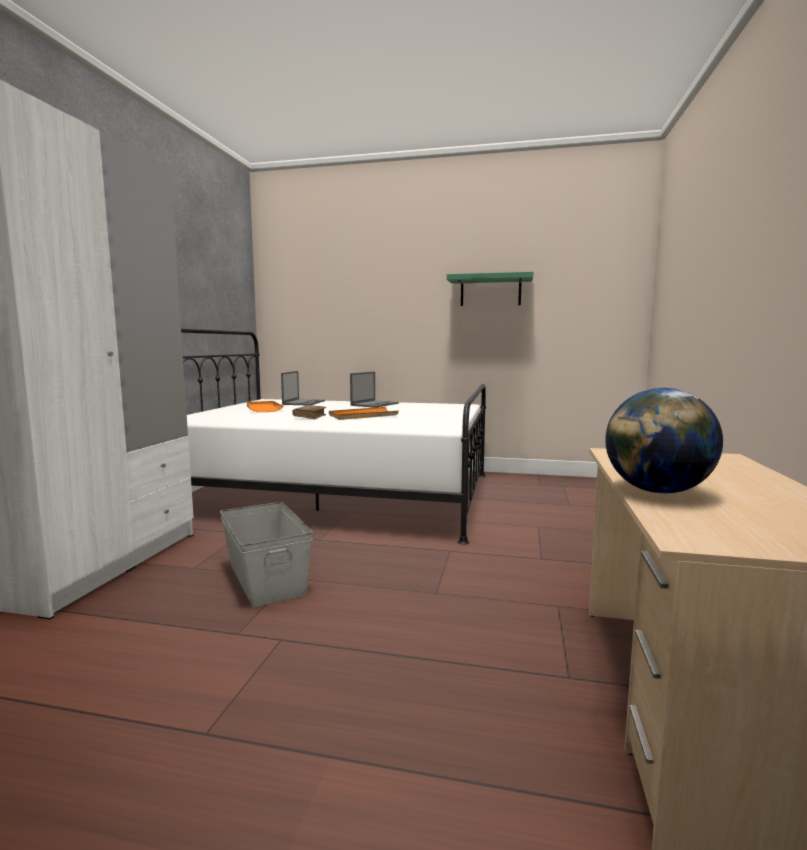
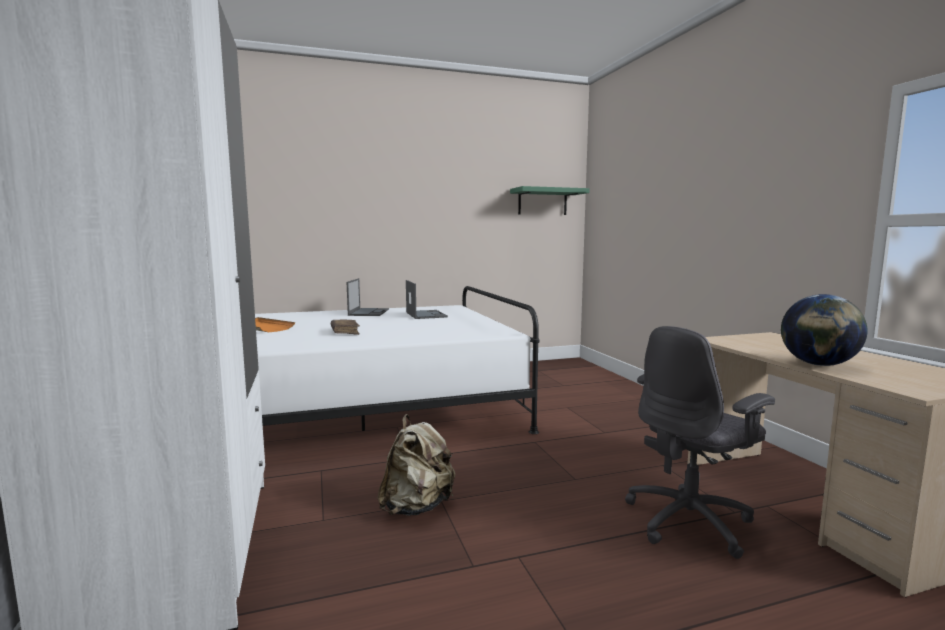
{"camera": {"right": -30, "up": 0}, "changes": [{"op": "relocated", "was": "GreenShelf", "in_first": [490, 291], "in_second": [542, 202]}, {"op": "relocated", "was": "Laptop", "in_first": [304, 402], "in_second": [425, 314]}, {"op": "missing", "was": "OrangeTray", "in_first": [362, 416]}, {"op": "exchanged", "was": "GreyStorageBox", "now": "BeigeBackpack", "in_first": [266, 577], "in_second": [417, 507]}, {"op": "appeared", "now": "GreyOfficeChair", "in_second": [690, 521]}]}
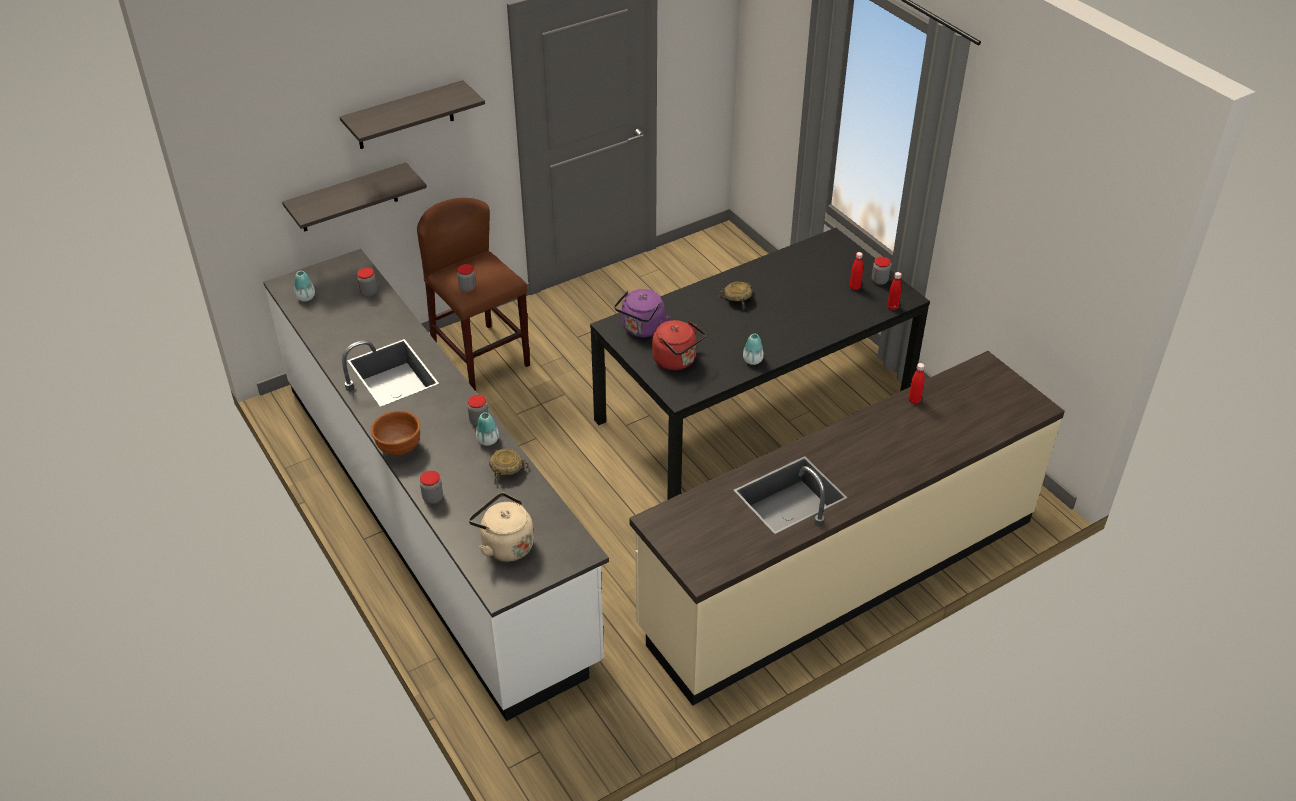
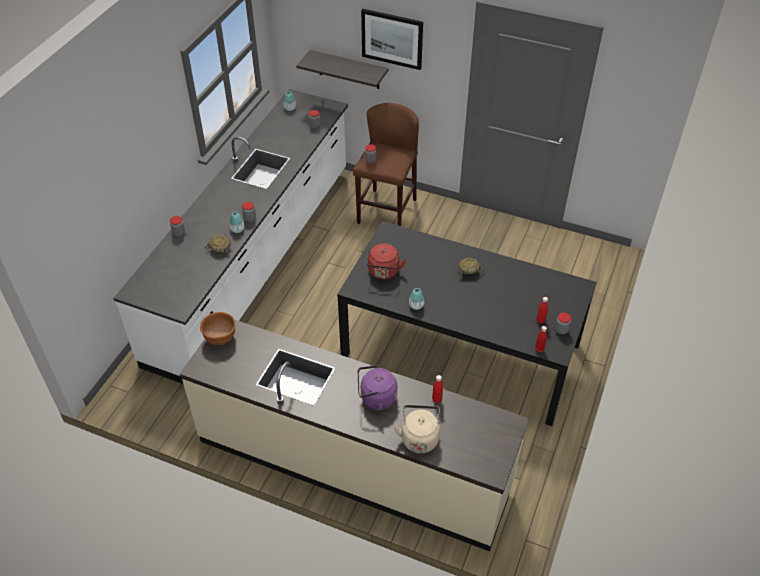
{"camera": {"right": 55, "up": 5}, "changes": [{"op": "exchanged", "was": "Shelf", "now": "Picture", "in_first": [405, 116], "in_second": [392, 38]}, {"op": "relocated", "was": "PurpleKettle", "in_first": [642, 329], "in_second": [376, 398]}, {"op": "relocated", "was": "BrownBowl", "in_first": [398, 447], "in_second": [220, 338]}, {"op": "relocated", "was": "BeigeKettle", "in_first": [505, 545], "in_second": [419, 437]}]}
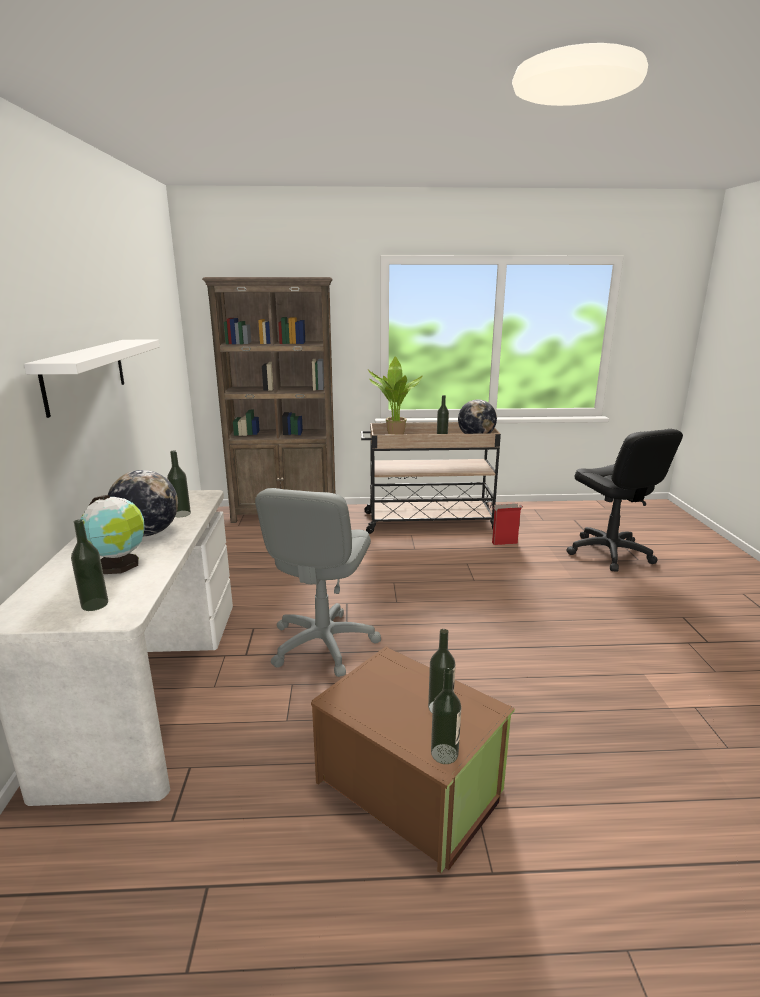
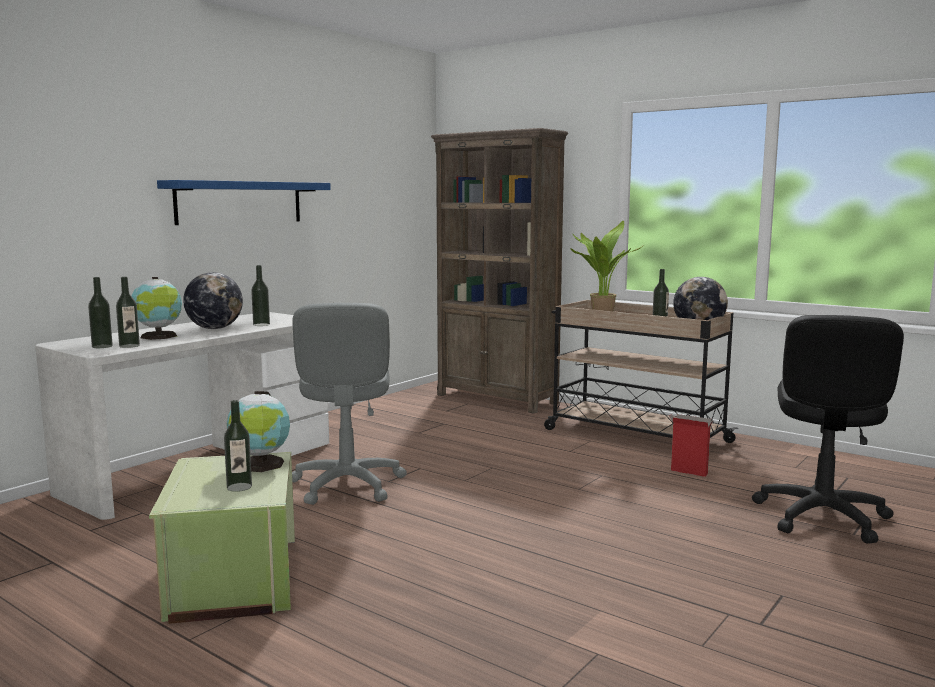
{"camera": {"right": 40, "up": -10}, "changes": [{"op": "colour", "was": "WhiteShelf", "now": "BlueShelf", "in_first": [86, 374], "in_second": [240, 202]}, {"op": "spun", "was": "GreyOfficeChair", "in_first": [322, 644], "in_second": [347, 485], "clockwise": -60}, {"op": "colour", "was": "BrownStorageBox", "now": "GreenStorageBox", "in_first": [408, 789], "in_second": [231, 578]}, {"op": "relocated", "was": "Bottle", "in_first": [444, 754], "in_second": [129, 346]}, {"op": "appeared", "now": "Globe", "in_second": [261, 465]}]}
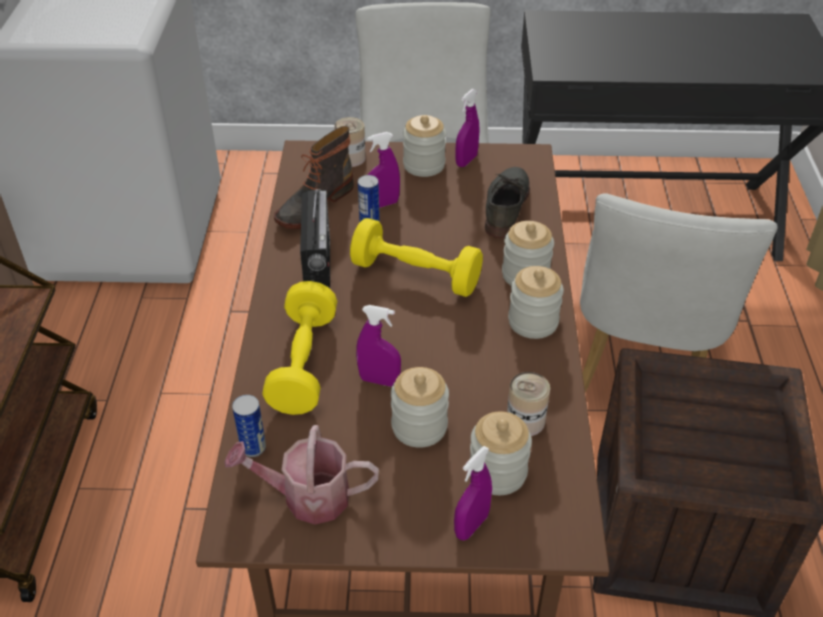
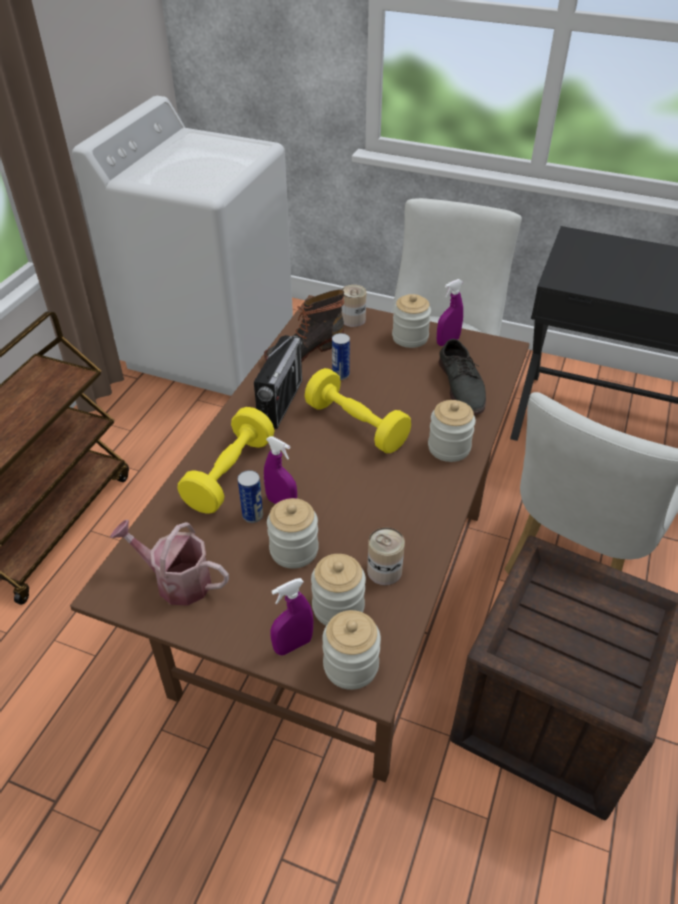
{"camera": {"right": 20, "up": 0}, "changes": [{"op": "missing", "was": "PurpleSprayBottle", "in_first": [382, 204]}, {"op": "spun", "was": "GreyShoe", "in_first": [505, 206], "in_second": [462, 386], "clockwise": 135}, {"op": "relocated", "was": "Jar", "in_first": [533, 322], "in_second": [351, 665]}, {"op": "relocated", "was": "Can", "in_first": [253, 447], "in_second": [252, 515]}]}
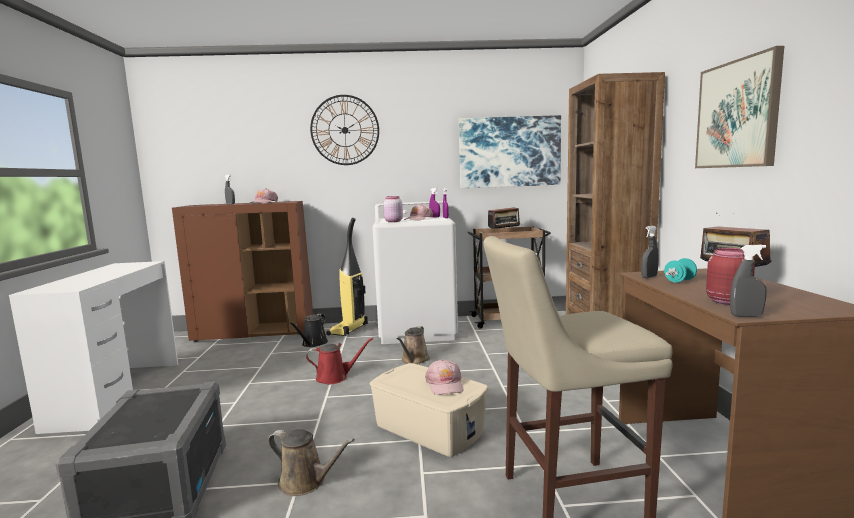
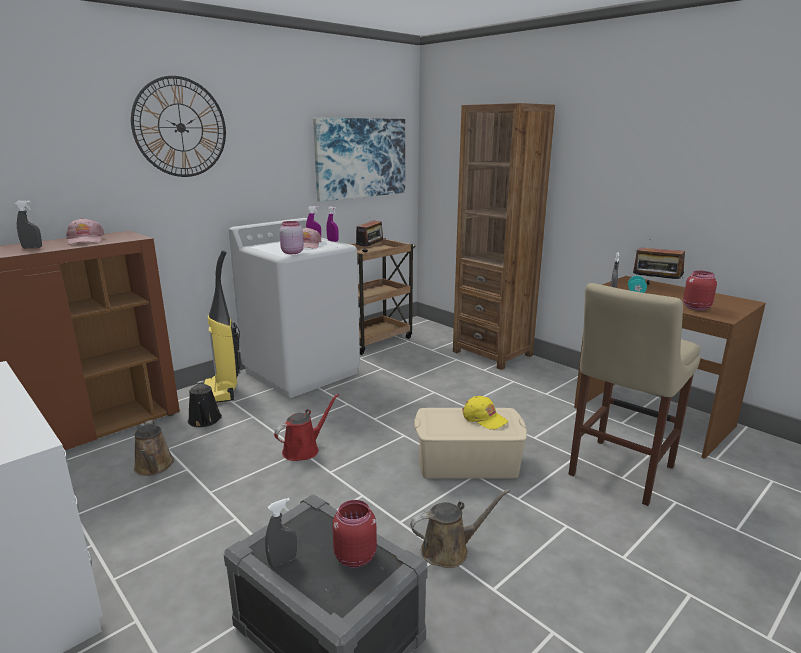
{"camera": {"right": -40, "up": 10}, "changes": [{"op": "missing", "was": "Picture", "in_first": [737, 114]}, {"op": "relocated", "was": "GreySprayBottle", "in_first": [746, 315], "in_second": [282, 561]}, {"op": "relocated", "was": "BrownWateringCan", "in_first": [414, 360], "in_second": [154, 467]}, {"op": "colour", "was": "PinkCap", "now": "YellowCap", "in_first": [445, 384], "in_second": [484, 418]}, {"op": "appeared", "now": "RedJar", "in_second": [354, 556]}]}
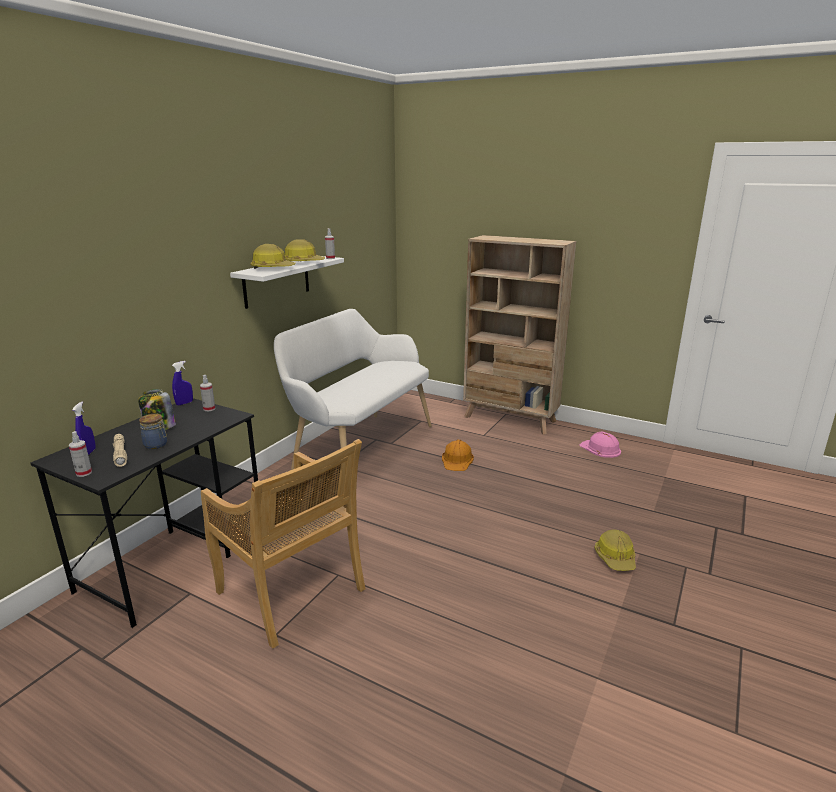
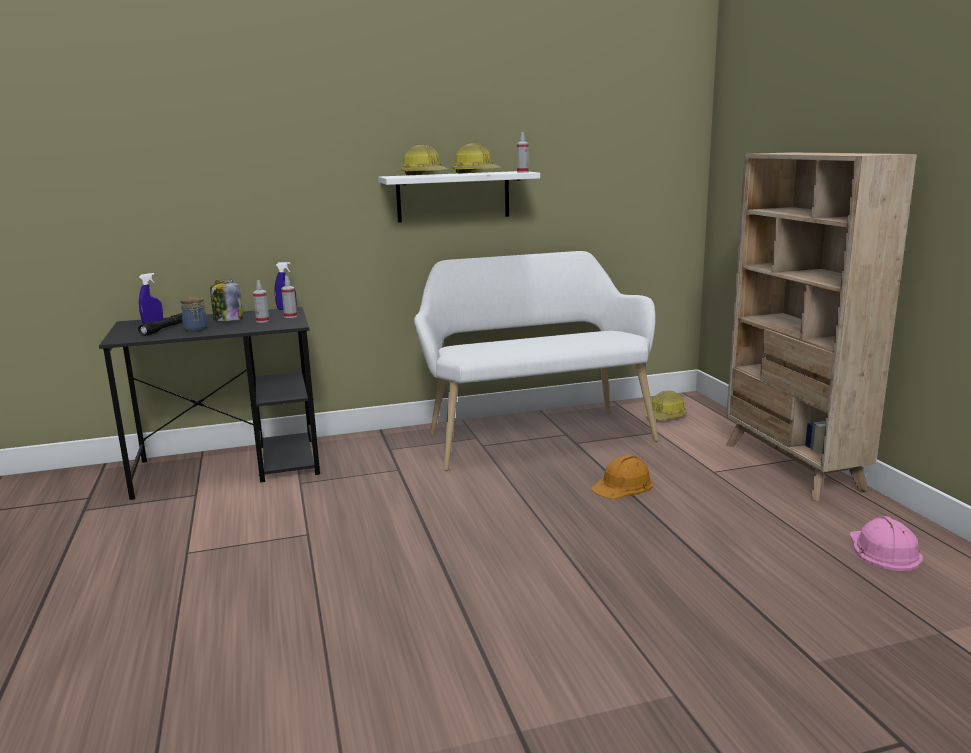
{"camera": {"right": 45, "up": -5}, "changes": [{"op": "relocated", "was": "SprayBottle", "in_first": [84, 473], "in_second": [262, 321]}, {"op": "colour", "was": "BeigeFlashlight", "now": "BlackFlashlight", "in_first": [120, 454], "in_second": [164, 329]}, {"op": "missing", "was": "BeigeChair", "in_first": [292, 593]}, {"op": "relocated", "was": "HardHat", "in_first": [615, 558], "in_second": [665, 416]}]}
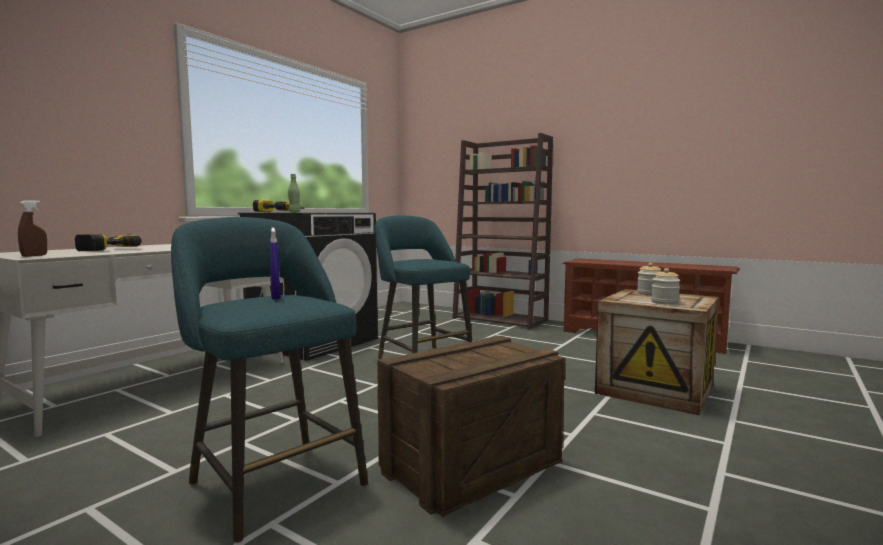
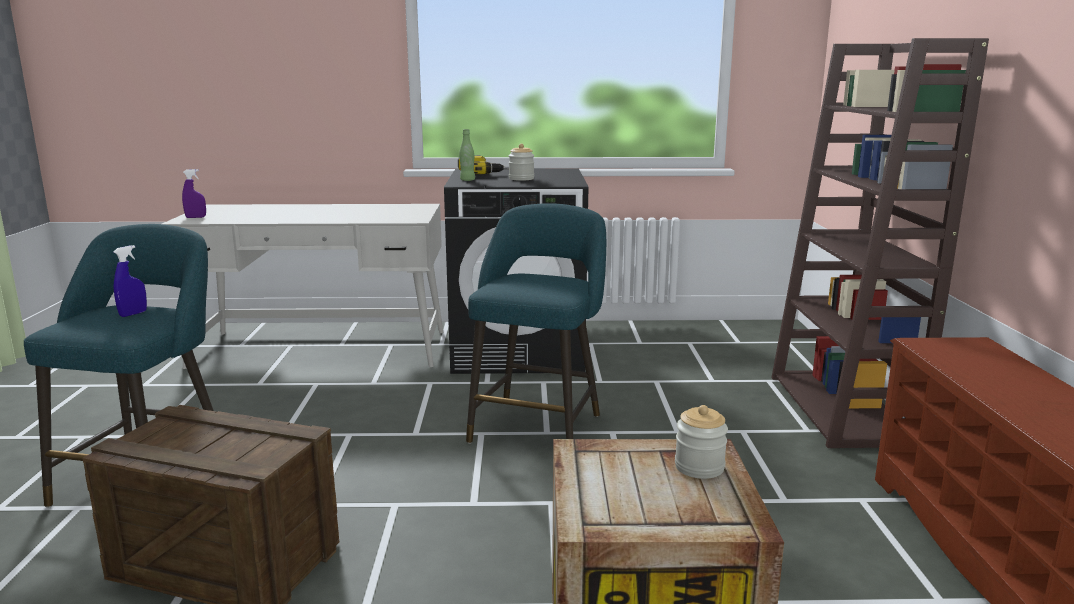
{"camera": {"right": 55, "up": 10}, "changes": [{"op": "colour", "was": "BrownSprayBottle", "now": "PurpleSprayBottle", "in_first": [34, 256], "in_second": [196, 217]}, {"op": "missing", "was": "PowerDrill", "in_first": [102, 249]}, {"op": "relocated", "was": "Jar", "in_first": [664, 302], "in_second": [521, 179]}]}
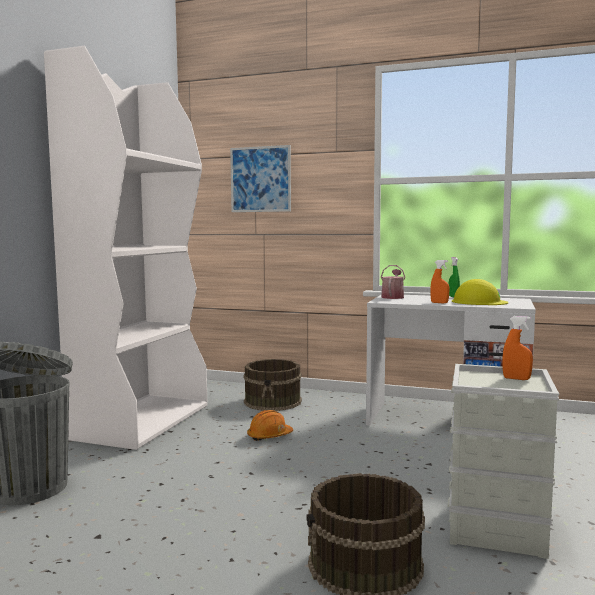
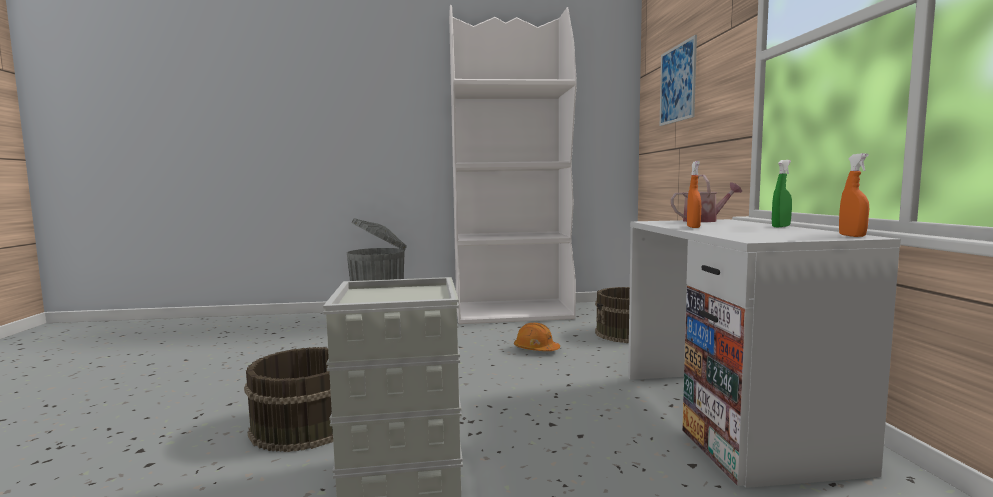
{"camera": {"right": 65, "up": 0}, "changes": [{"op": "missing", "was": "YellowHardHat", "in_first": [479, 302]}, {"op": "relocated", "was": "OrangeSprayBottle", "in_first": [516, 379], "in_second": [852, 236]}]}
